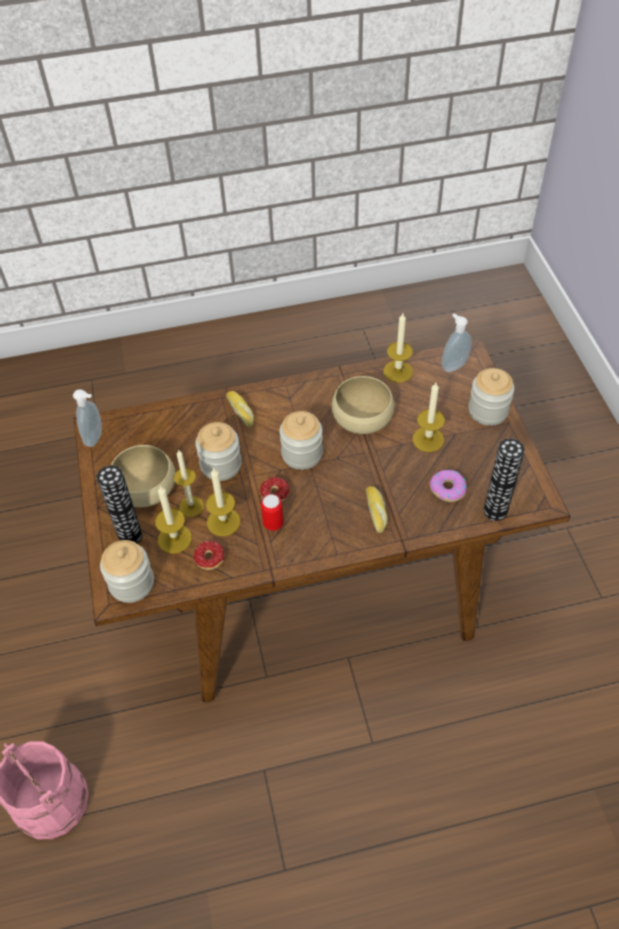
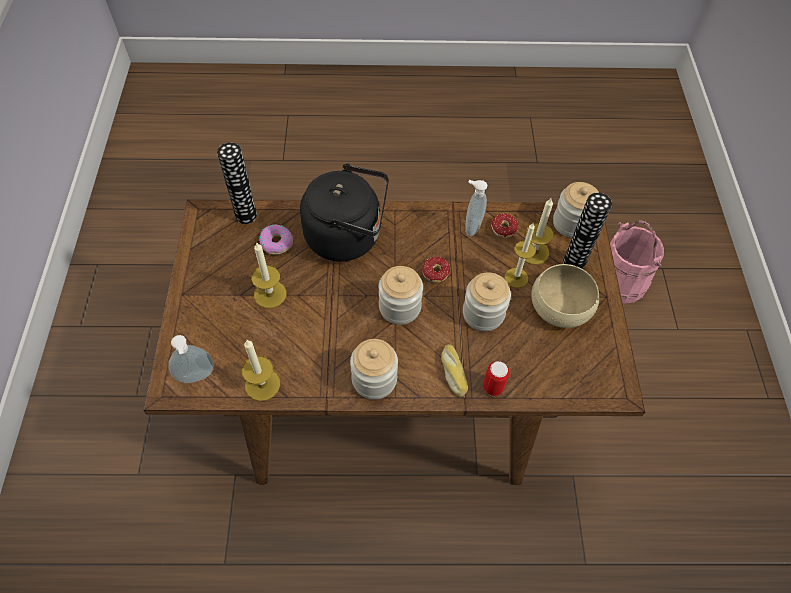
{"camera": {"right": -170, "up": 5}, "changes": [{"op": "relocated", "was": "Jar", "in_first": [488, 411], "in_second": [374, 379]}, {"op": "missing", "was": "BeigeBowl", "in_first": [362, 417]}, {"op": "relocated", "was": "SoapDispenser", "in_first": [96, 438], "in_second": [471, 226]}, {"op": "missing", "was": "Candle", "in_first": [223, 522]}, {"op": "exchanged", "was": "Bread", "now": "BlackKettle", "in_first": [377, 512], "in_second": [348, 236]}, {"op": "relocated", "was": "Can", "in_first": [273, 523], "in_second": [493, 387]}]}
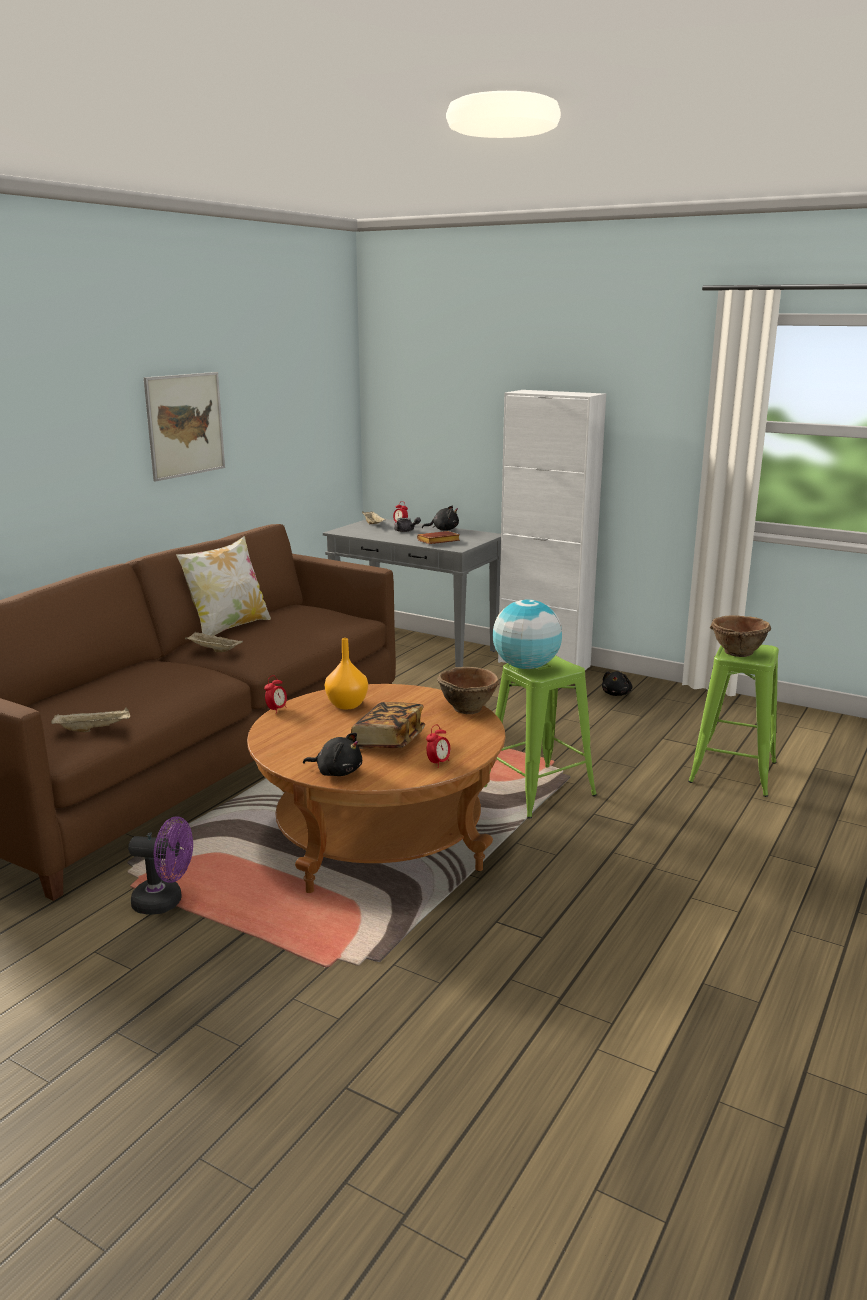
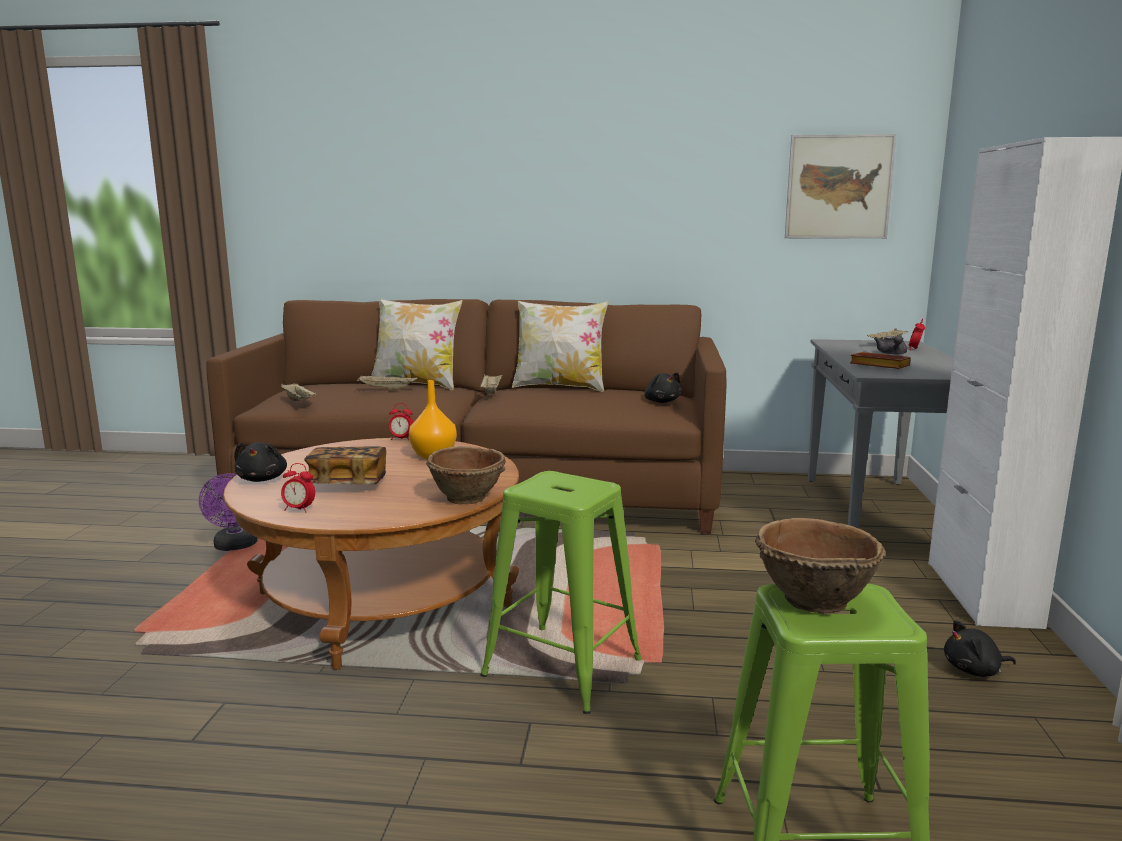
{"camera": {"right": 65, "up": -5}, "changes": [{"op": "relocated", "was": "Picture", "in_first": [185, 425], "in_second": [839, 187]}, {"op": "relocated", "was": "BlackPlushToy", "in_first": [443, 530], "in_second": [661, 401]}, {"op": "missing", "was": "Globe", "in_first": [526, 667]}, {"op": "appeared", "now": "Pillow", "in_second": [417, 384]}, {"op": "appeared", "now": "BeigeTray", "in_second": [386, 389]}]}
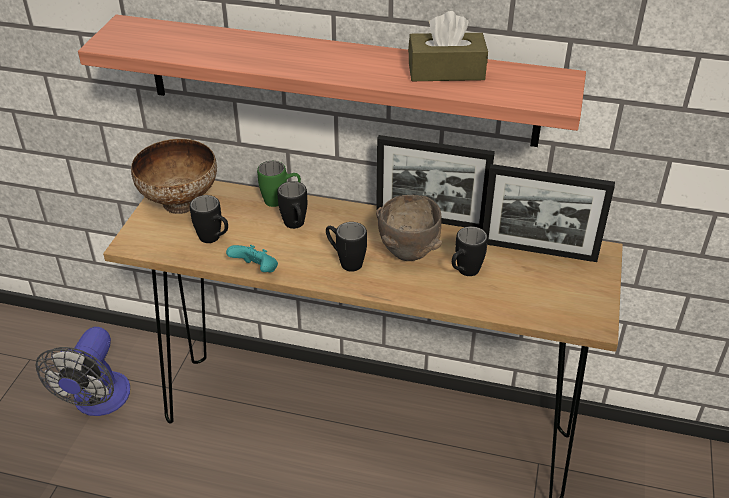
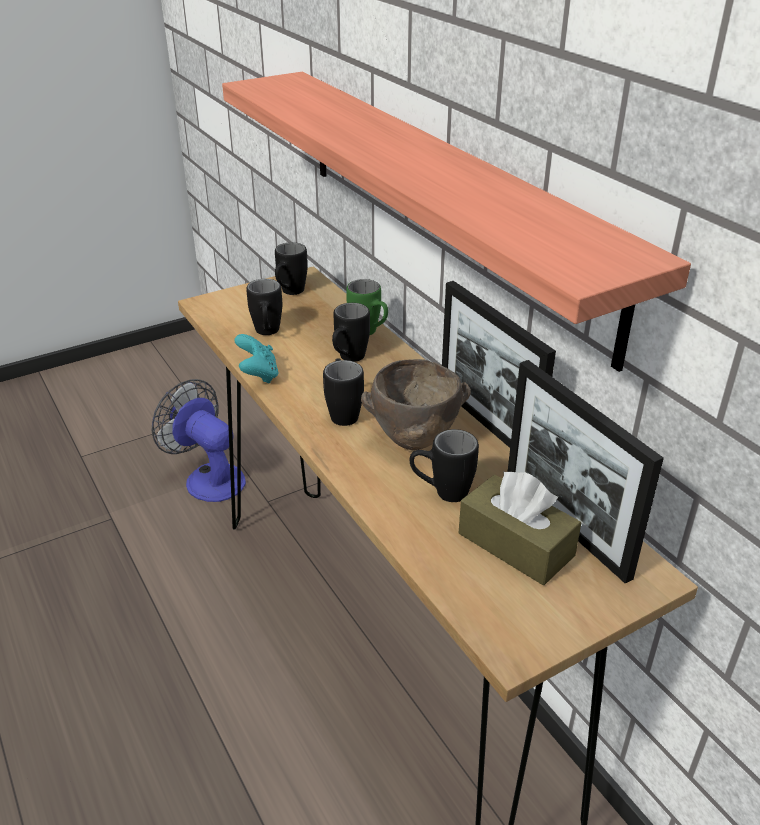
{"camera": {"right": 45, "up": -5}, "changes": [{"op": "relocated", "was": "BrownTissueBox", "in_first": [446, 71], "in_second": [515, 544]}, {"op": "exchanged", "was": "Bowl", "now": "BlackMug", "in_first": [180, 202], "in_second": [289, 293]}, {"op": "spun", "was": "Fan", "in_first": [98, 402], "in_second": [208, 477], "clockwise": 75}]}
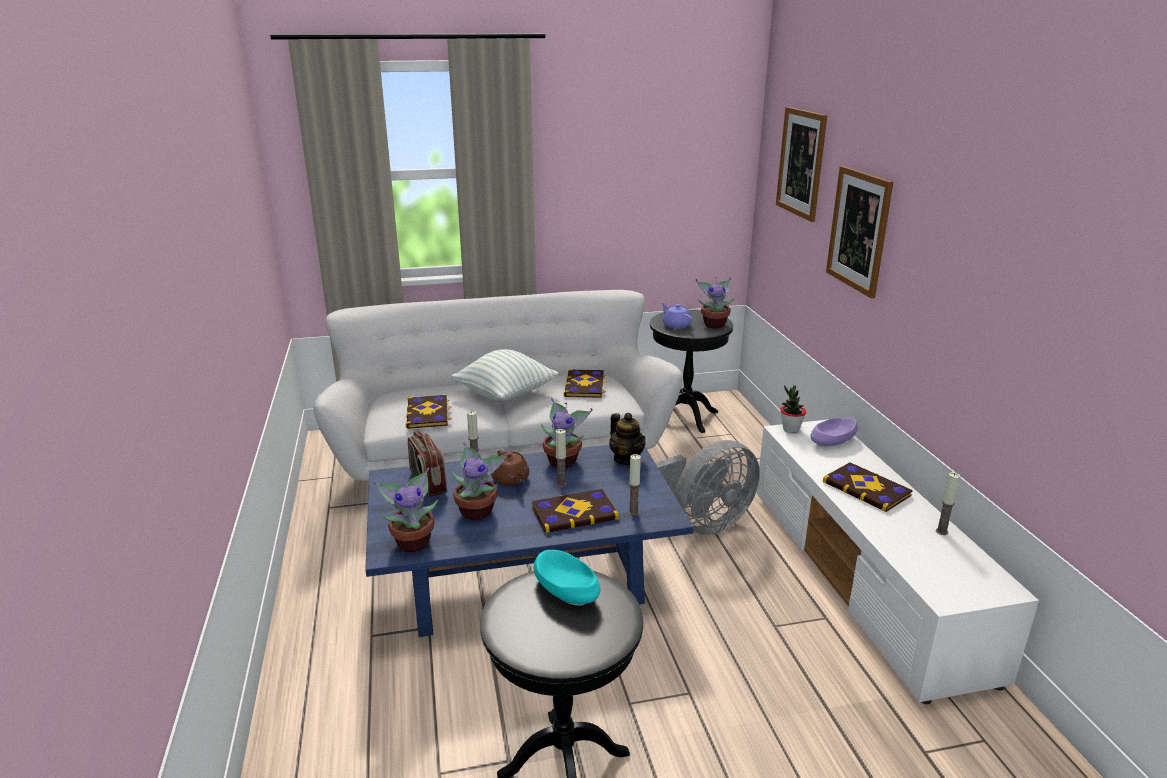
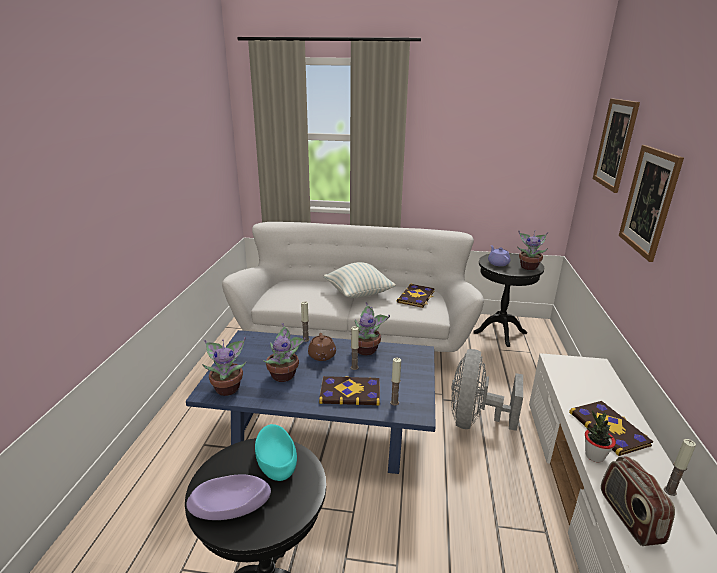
{"camera": {"right": 20, "up": 0}, "changes": [{"op": "relocated", "was": "PottedPlant", "in_first": [790, 429], "in_second": [594, 456]}, {"op": "missing", "was": "Book", "in_first": [428, 413]}, {"op": "missing", "was": "Teapot", "in_first": [627, 459]}, {"op": "relocated", "was": "PurpleBowl", "in_first": [833, 441], "in_second": [231, 508]}, {"op": "relocated", "was": "Radio", "in_first": [427, 483], "in_second": [629, 517]}, {"op": "spun", "was": "GreyFan", "in_first": [702, 524], "in_second": [475, 420], "clockwise": 120}]}
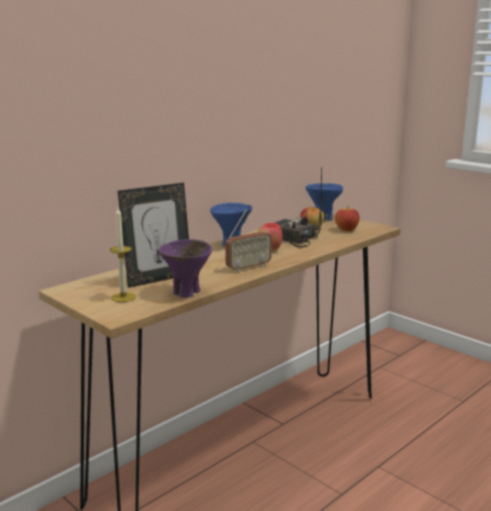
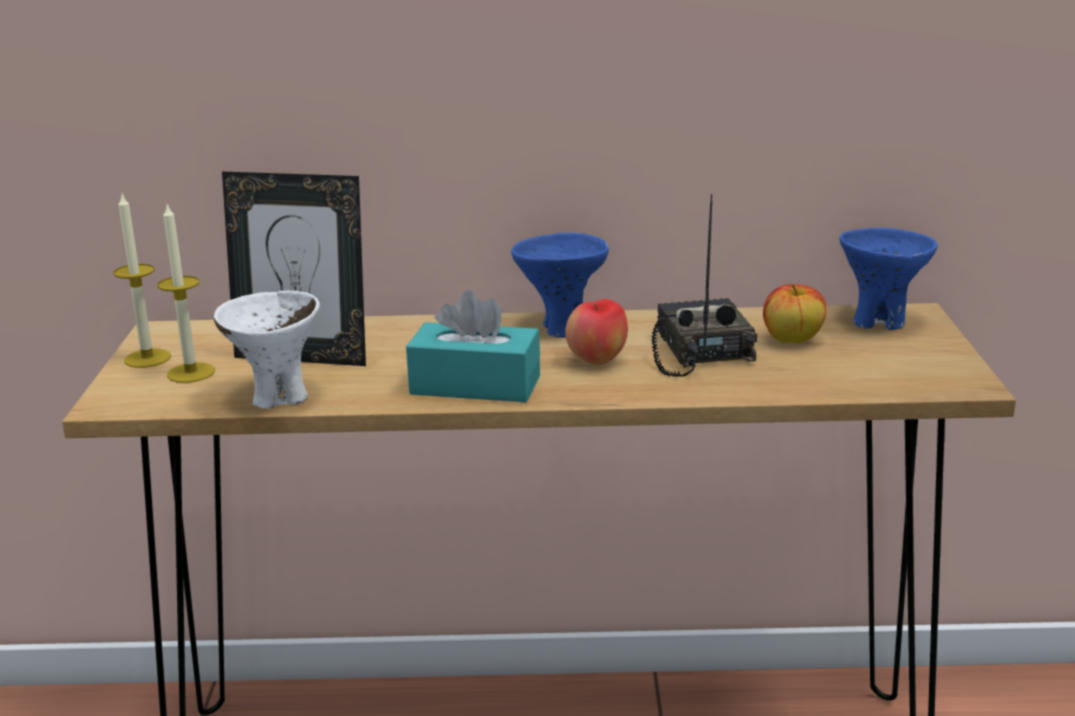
{"camera": {"right": 45, "up": 5}, "changes": [{"op": "missing", "was": "Apple", "in_first": [346, 230]}, {"op": "exchanged", "was": "Radio", "now": "TurquoiseTissueBox", "in_first": [248, 267], "in_second": [475, 385]}, {"op": "colour", "was": "PurpleBowl", "now": "WhiteBowl", "in_first": [187, 293], "in_second": [278, 399]}, {"op": "appeared", "now": "Candle", "in_second": [147, 358]}]}
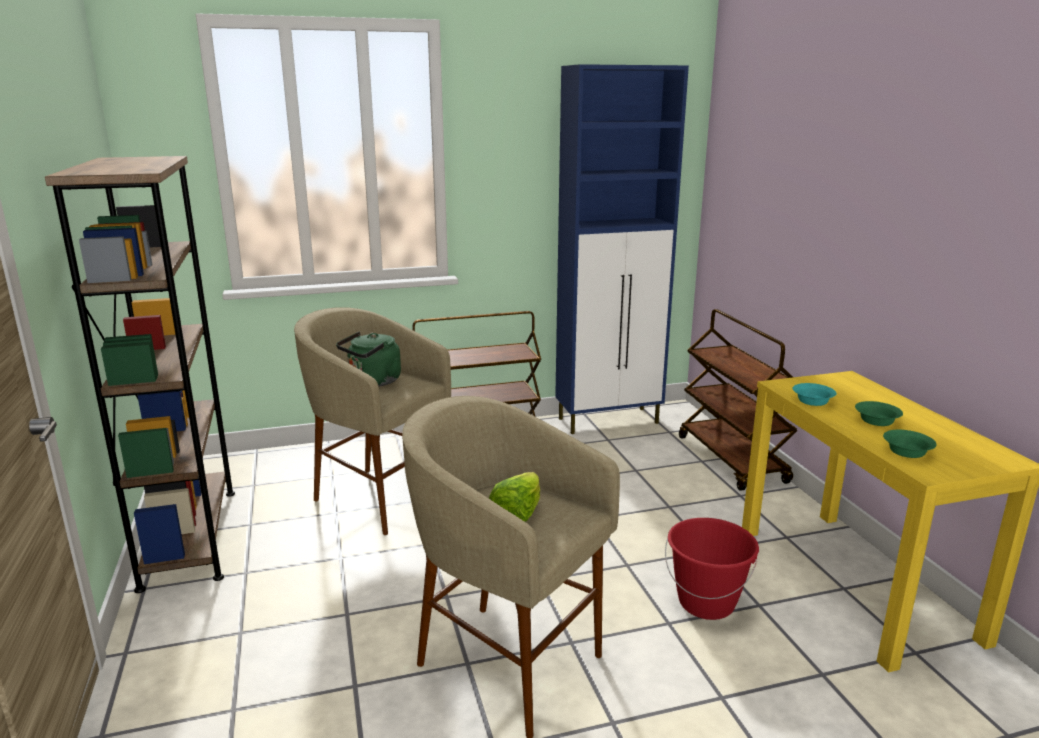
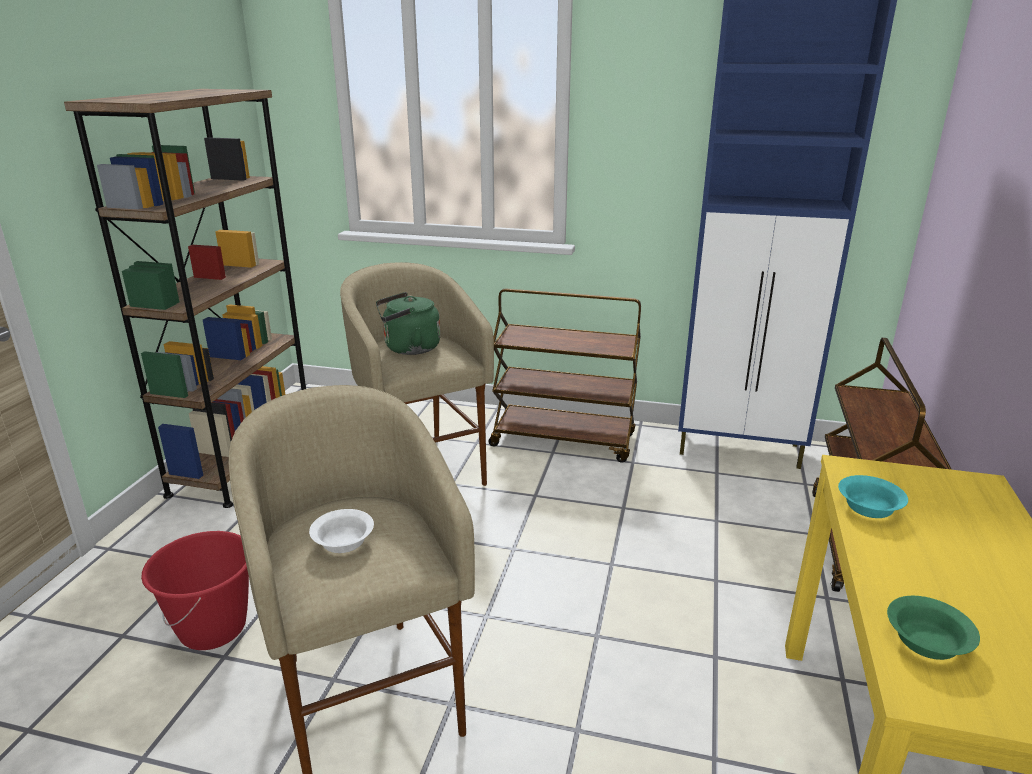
{"camera": {"right": 30, "up": 5}, "changes": [{"op": "missing", "was": "GreenBowl", "in_first": [875, 421]}, {"op": "exchanged", "was": "Lettuce", "now": "WhiteBowl", "in_first": [517, 514], "in_second": [342, 541]}, {"op": "relocated", "was": "RedBucket", "in_first": [706, 603], "in_second": [213, 628]}]}
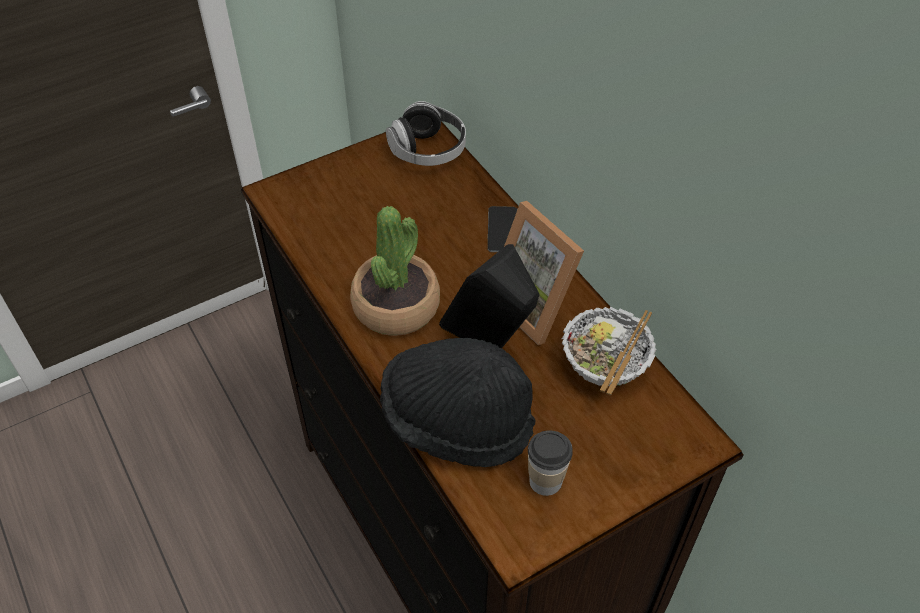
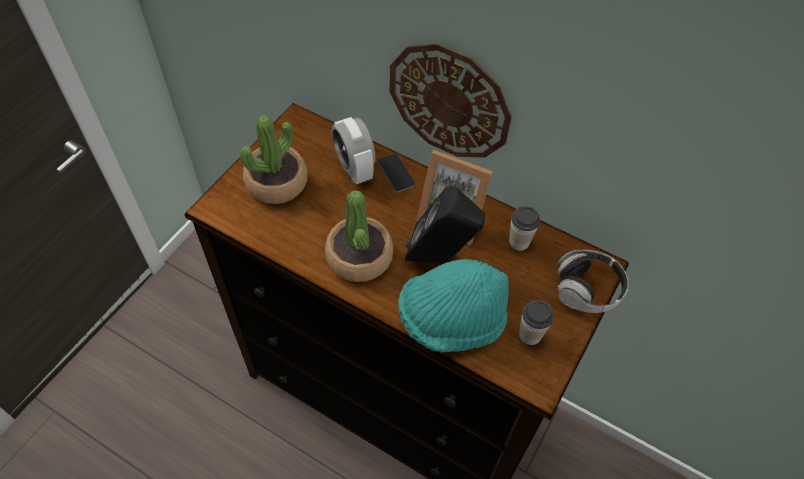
{"camera": {"right": -30, "up": 5}, "changes": [{"op": "relocated", "was": "Headphones", "in_first": [428, 150], "in_second": [587, 290]}, {"op": "exchanged", "was": "Bowl", "now": "Cup", "in_first": [605, 366], "in_second": [519, 241]}, {"op": "colour", "was": "BlackHat", "now": "TurquoiseHat", "in_first": [457, 421], "in_second": [451, 320]}, {"op": "appeared", "now": "WallClock", "in_second": [449, 102]}, {"op": "appeared", "now": "PottedPlant", "in_second": [276, 182]}, {"op": "appeared", "now": "AlarmClock", "in_second": [354, 168]}]}
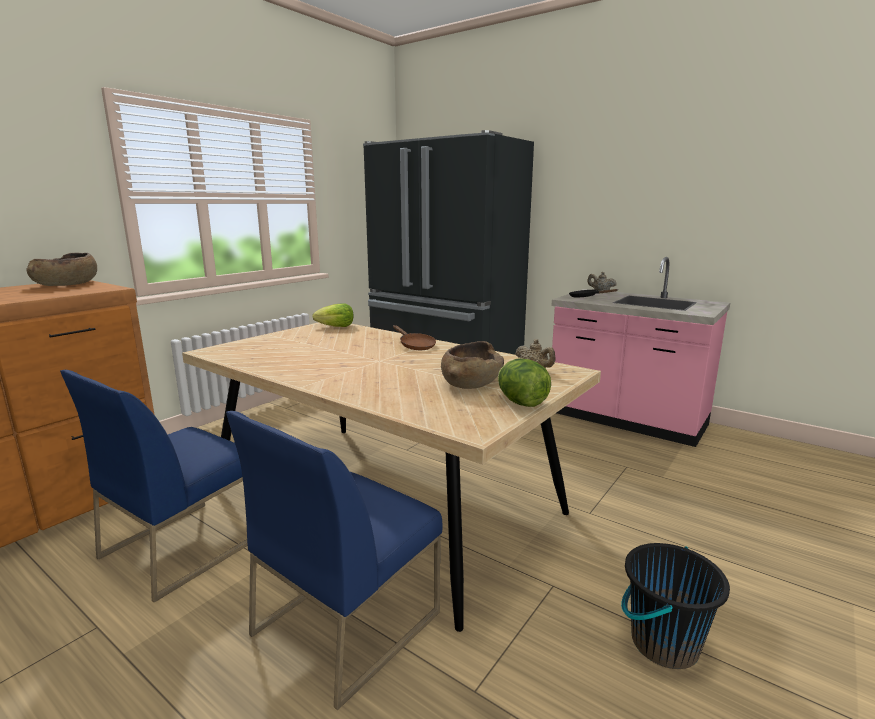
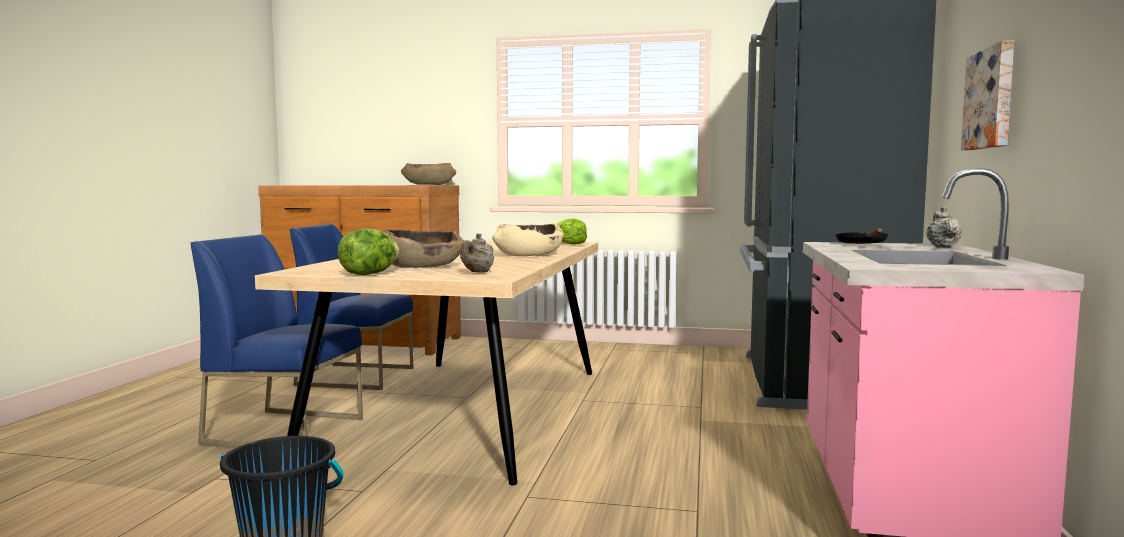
{"camera": {"right": 65, "up": -10}, "changes": [{"op": "exchanged", "was": "BrownFryingPan", "now": "BeigeBowl", "in_first": [415, 346], "in_second": [529, 255]}, {"op": "appeared", "now": "Picture", "in_second": [992, 99]}]}
